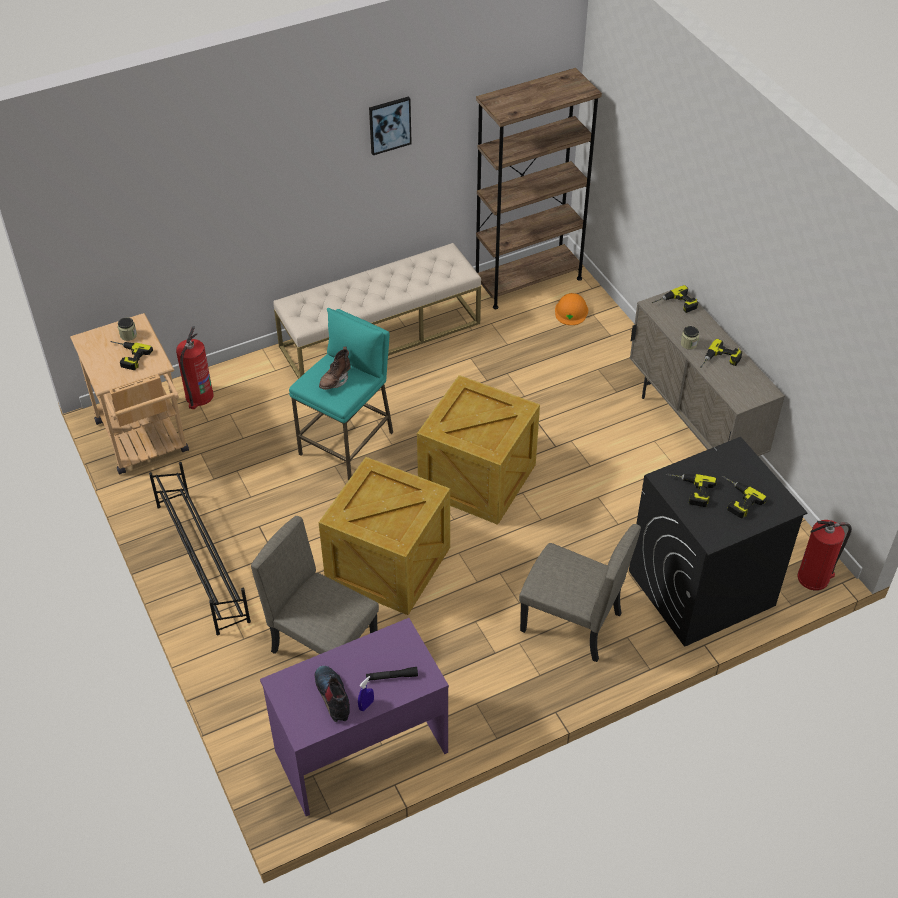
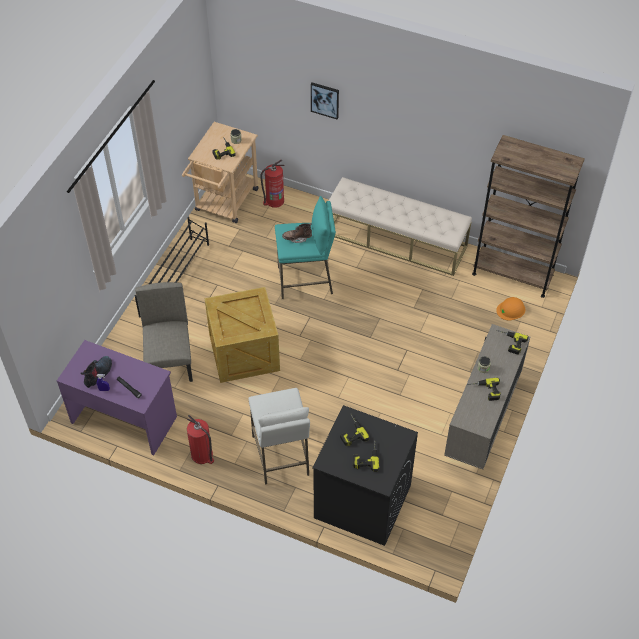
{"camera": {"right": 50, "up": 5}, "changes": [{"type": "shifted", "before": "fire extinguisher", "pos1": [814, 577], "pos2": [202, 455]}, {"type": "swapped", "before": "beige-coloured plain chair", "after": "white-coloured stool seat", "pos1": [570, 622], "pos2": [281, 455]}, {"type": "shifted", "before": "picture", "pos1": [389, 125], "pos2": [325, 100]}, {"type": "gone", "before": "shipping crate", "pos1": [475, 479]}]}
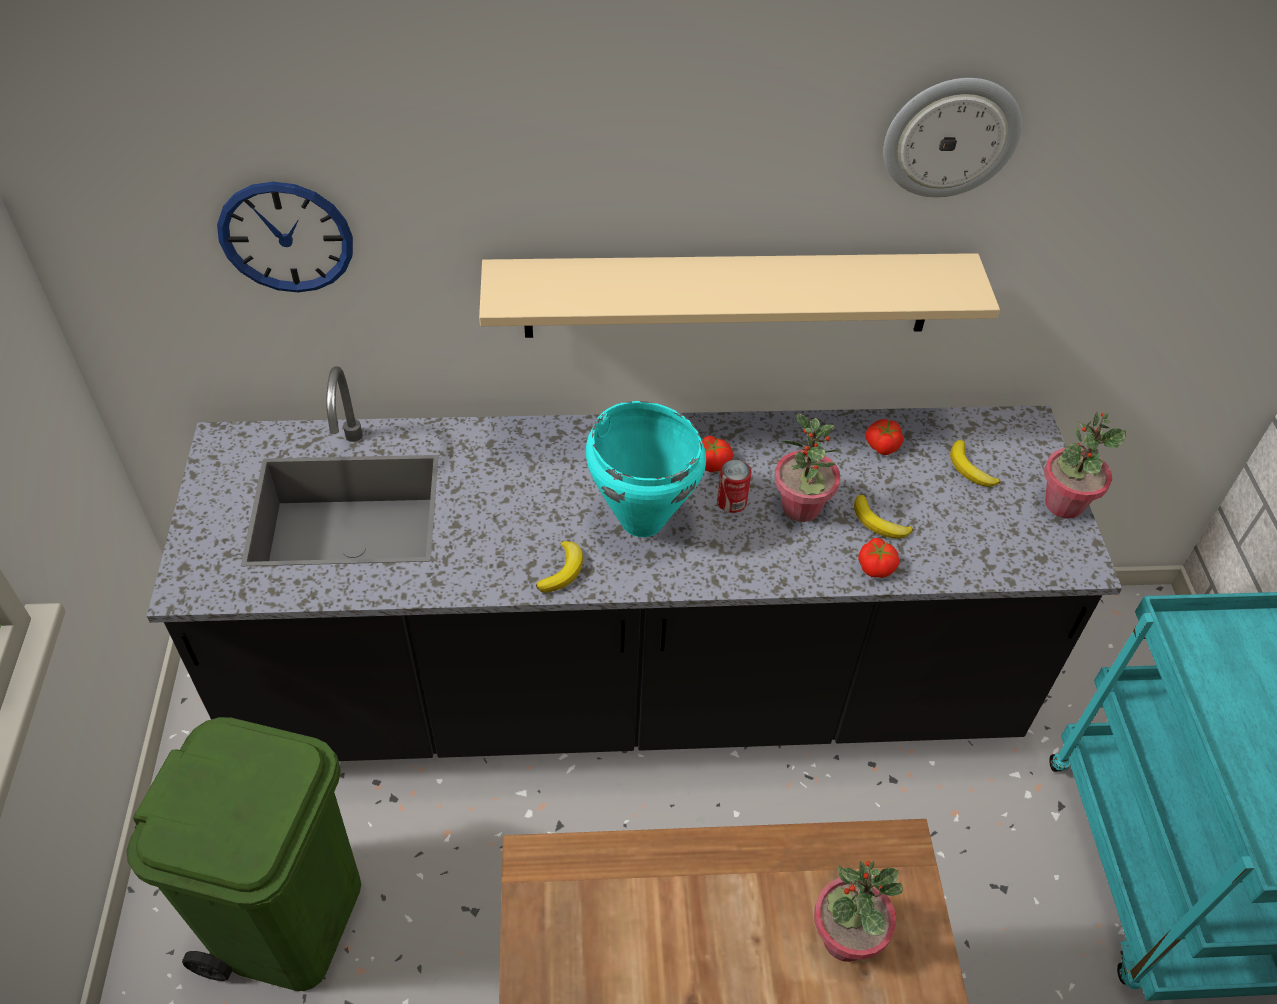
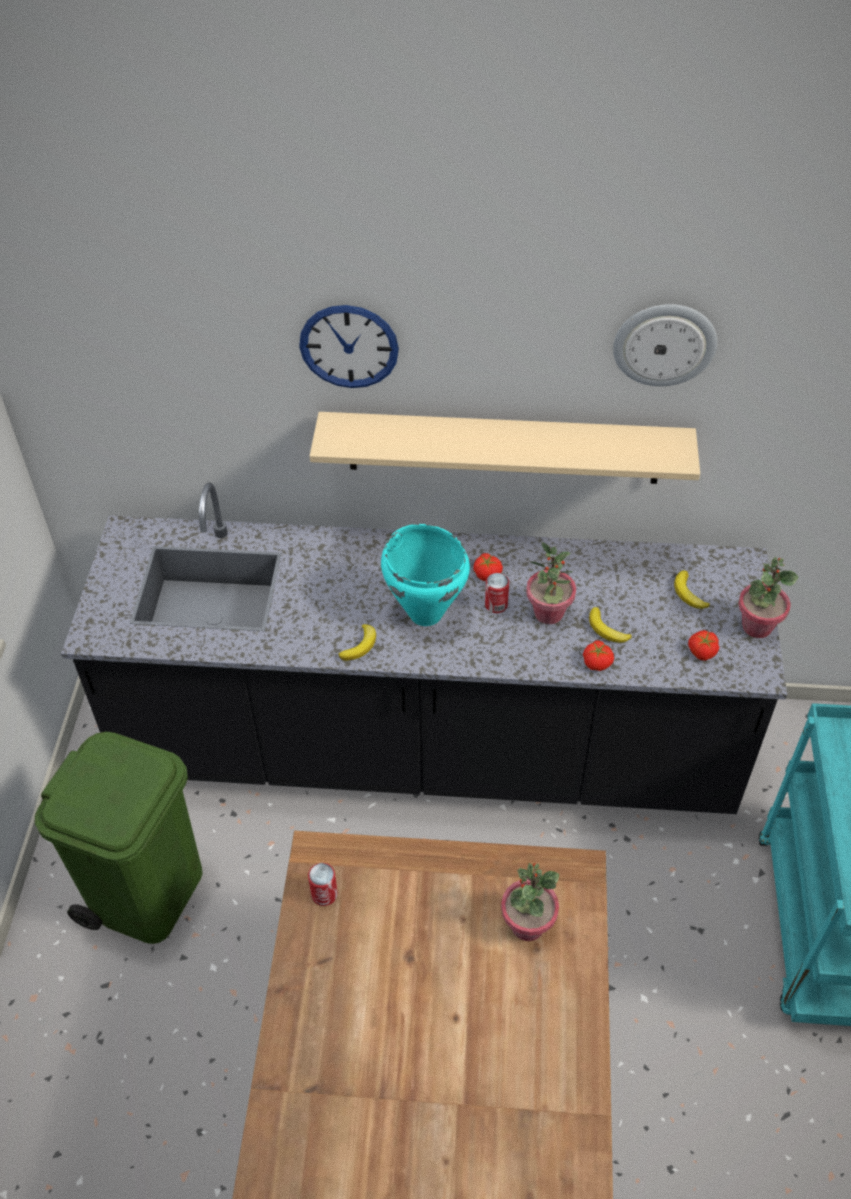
{"camera": {"right": 10, "up": 0}, "changes": [{"type": "shifted", "before": "clock on the wall", "pos1": [286, 237], "pos2": [349, 346]}, {"type": "new", "after": "sealed can", "pos2": [324, 894]}, {"type": "shifted", "before": "fresh tomato", "pos1": [882, 445], "pos2": [701, 651]}]}
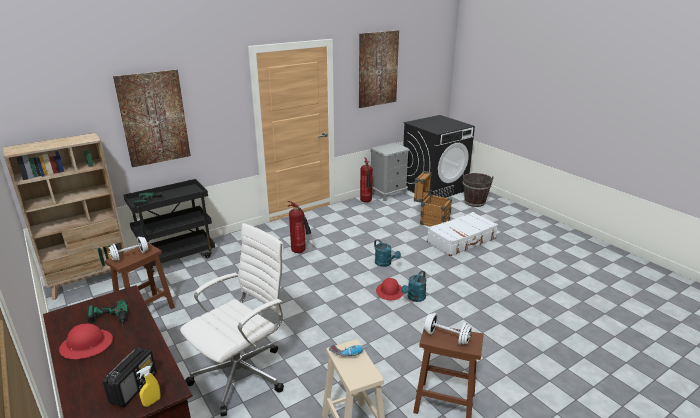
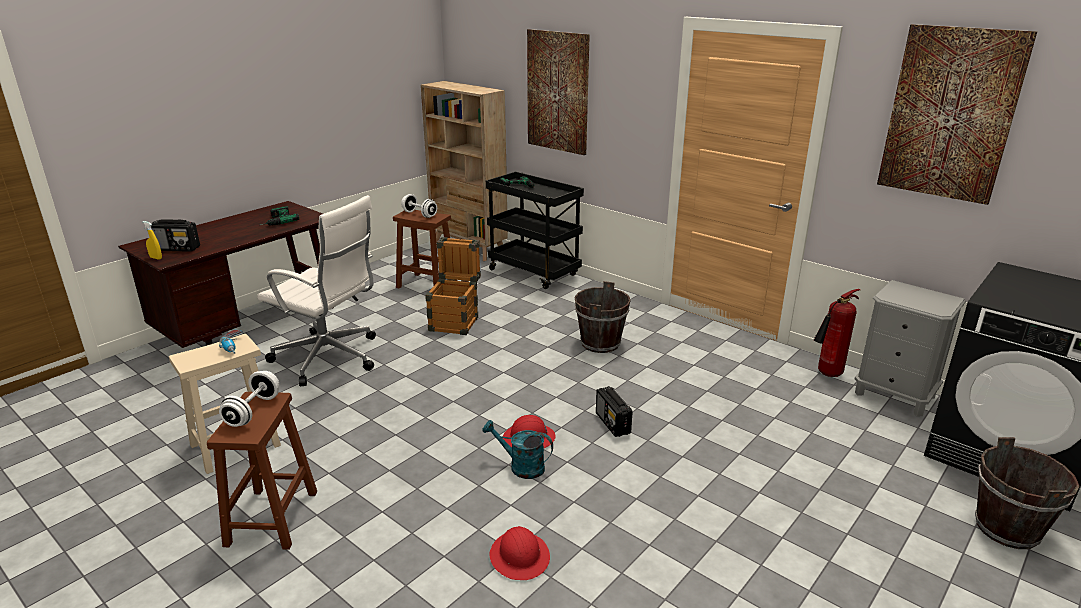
{"camera": {"right": 75, "up": 0}, "changes": [{"type": "shifted", "before": "shipping crate", "pos1": [431, 221], "pos2": [456, 321]}, {"type": "shifted", "before": "red-coloured work helmet", "pos1": [87, 345], "pos2": [520, 556]}, {"type": "swapped", "before": "fire extinguisher", "after": "brown pail", "pos1": [300, 251], "pos2": [600, 343]}, {"type": "swapped", "before": "turquoise-coloured sprinkling can", "after": "radio receiver", "pos1": [385, 263], "pos2": [613, 424]}, {"type": "gone", "before": "white-coloured travel case", "pos1": [462, 240]}]}
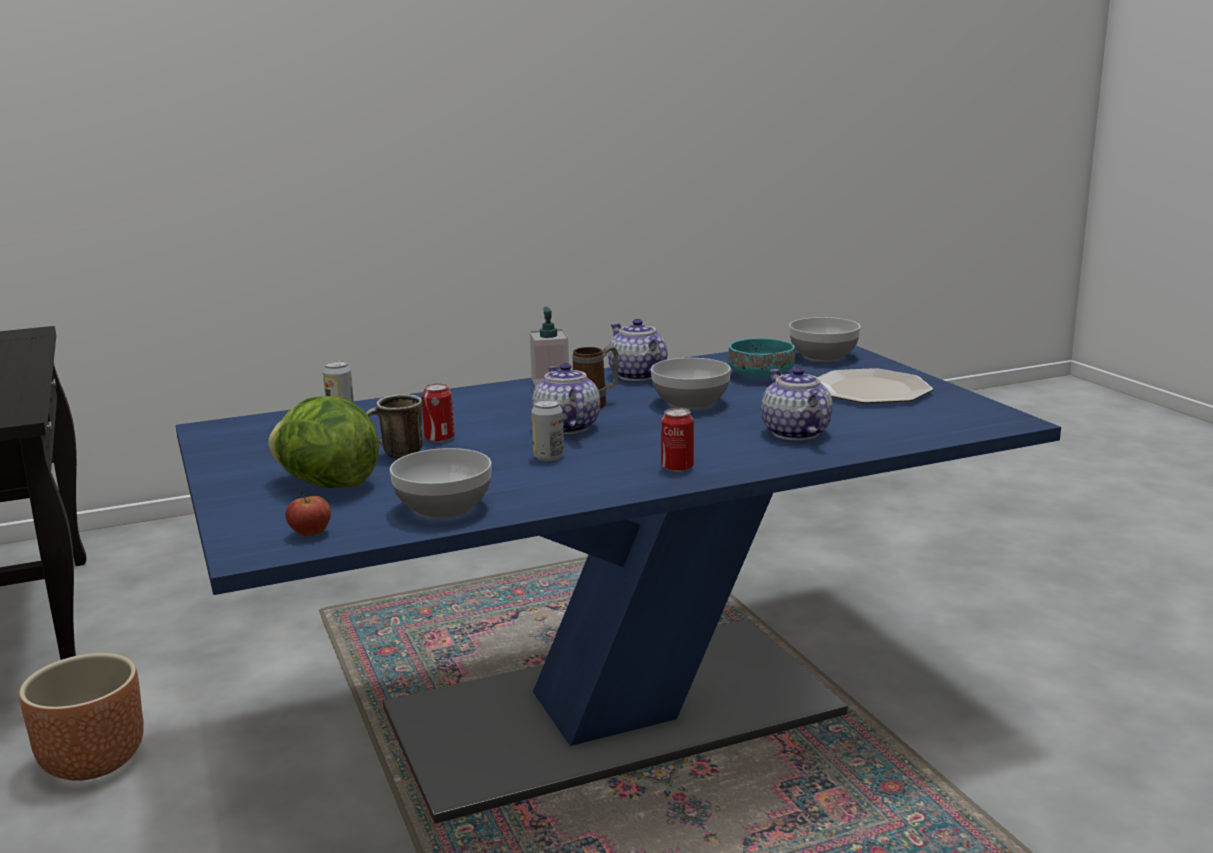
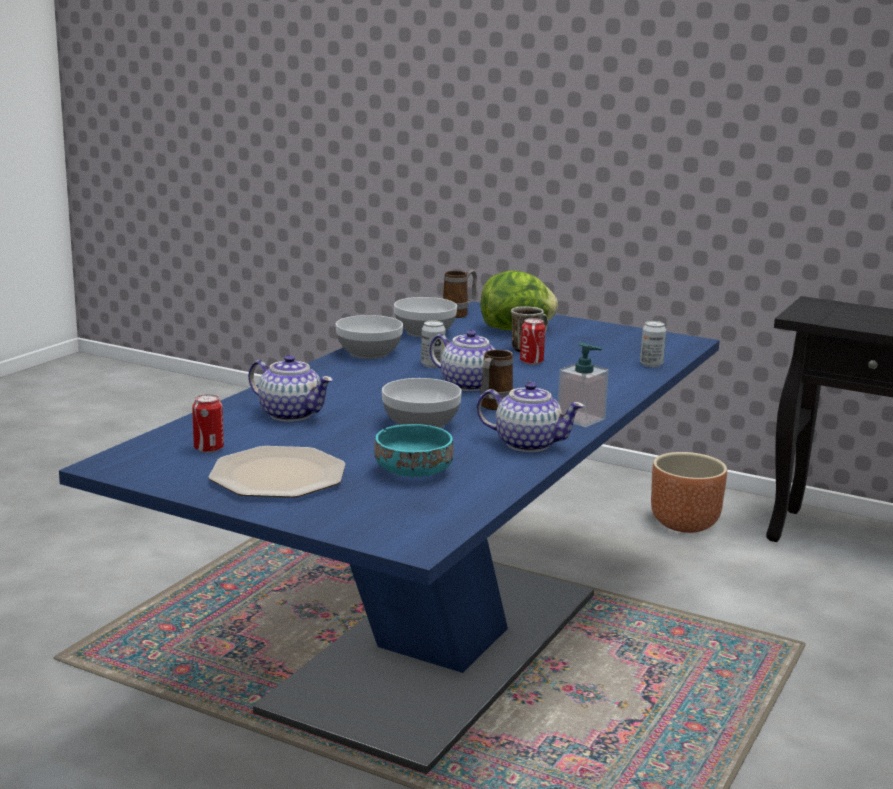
{"camera": {"right": 140, "up": 0}, "changes": [{"type": "shifted", "before": "sealed can", "pos1": [677, 467], "pos2": [208, 448]}, {"type": "shifted", "before": "serving bowl", "pos1": [824, 356], "pos2": [368, 353]}, {"type": "swapped", "before": "apple", "after": "tea mug", "pos1": [310, 533], "pos2": [459, 314]}]}
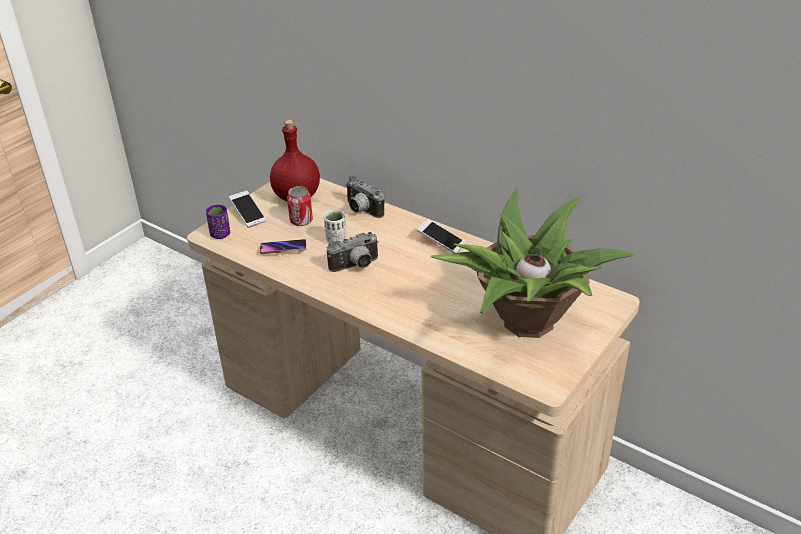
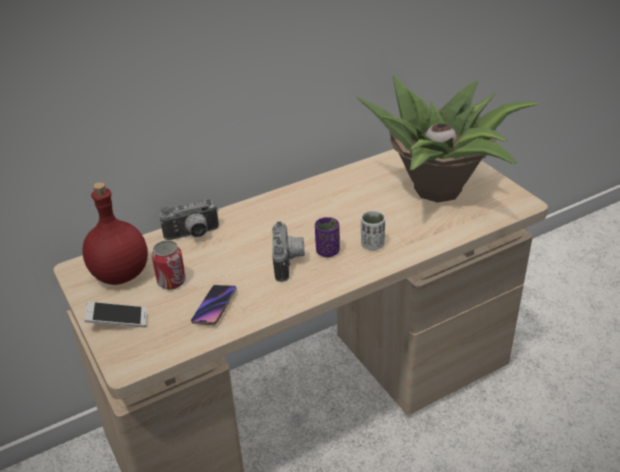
{"camera": {"right": -65, "up": 0}, "changes": [{"type": "shifted", "before": "purple small cup", "pos1": [220, 234], "pos2": [327, 251]}, {"type": "shifted", "before": "white-coloured small cup", "pos1": [336, 240], "pos2": [372, 244]}, {"type": "gone", "before": "phone", "pos1": [441, 242]}]}
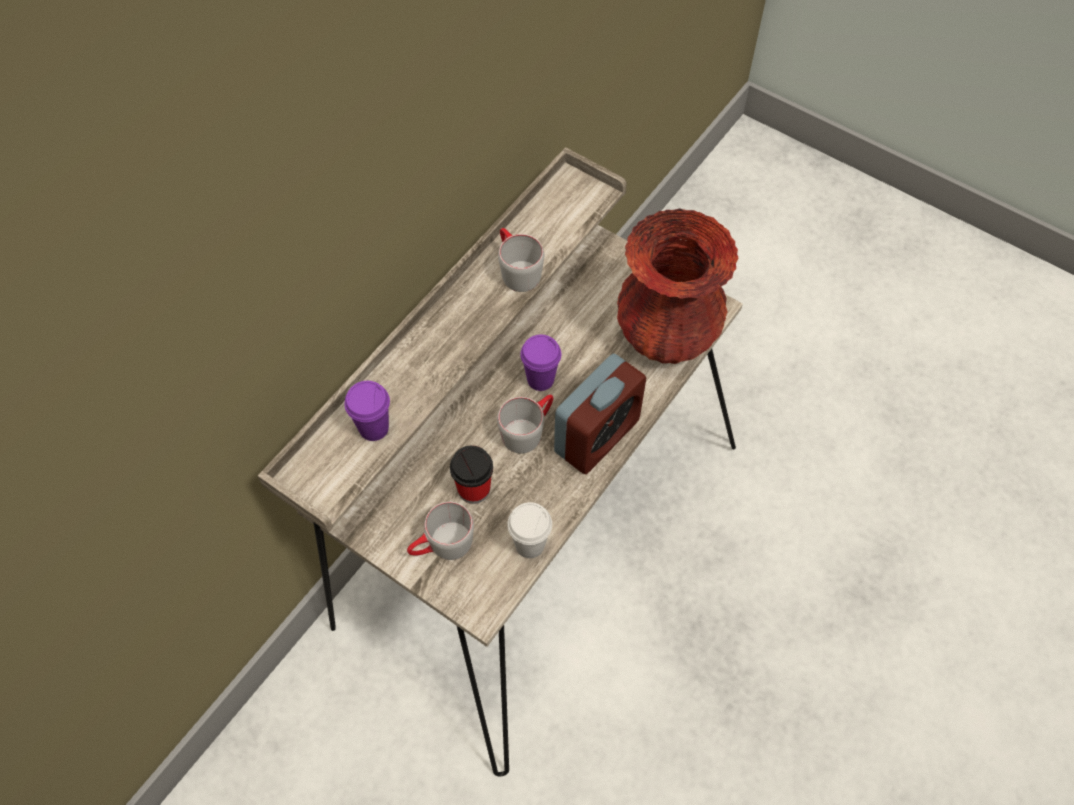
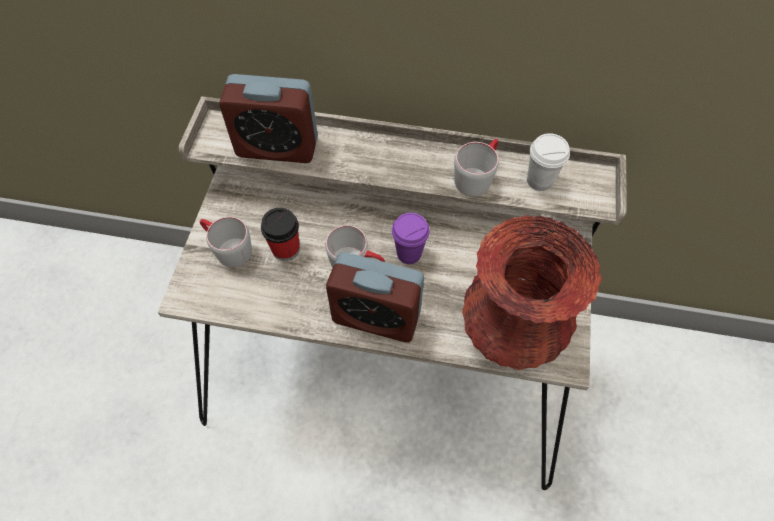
{"camera": {"right": 65, "up": 0}, "changes": [{"type": "swapped", "before": "purple small cup", "after": "table clock", "pos1": [374, 428], "pos2": [277, 147]}, {"type": "shifted", "before": "white-coloured small cup", "pos1": [530, 544], "pos2": [539, 181]}]}
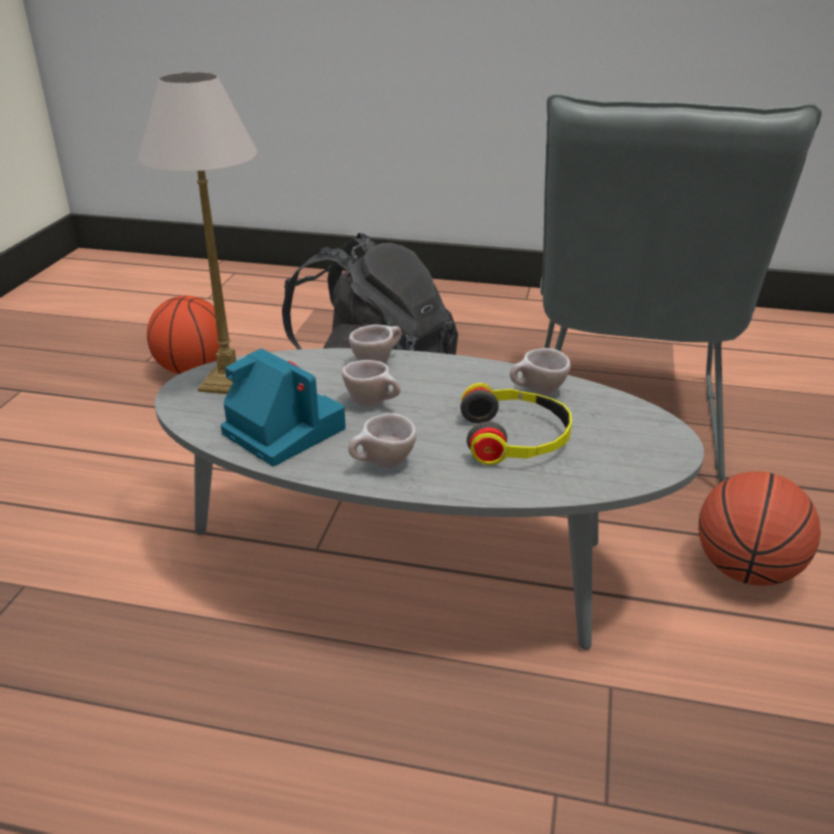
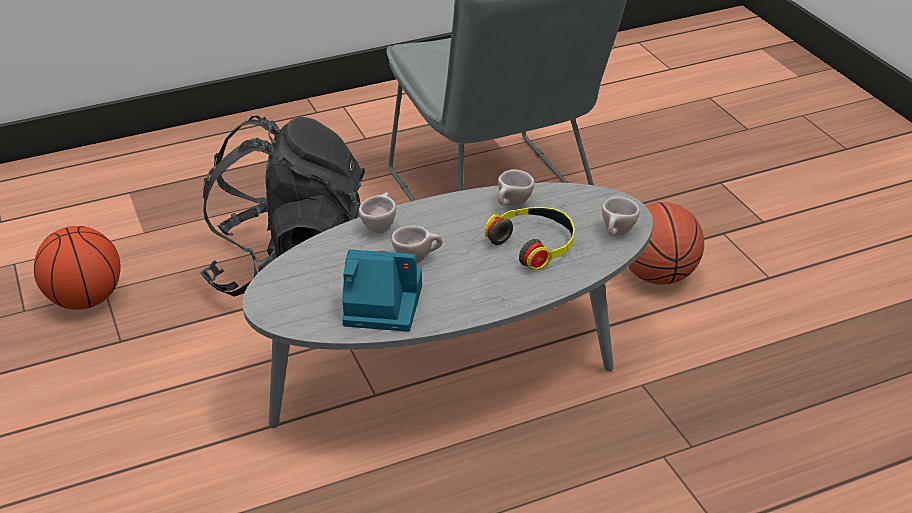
{"camera": {"right": -35, "up": 5}, "changes": [{"type": "shifted", "before": "beige-coloured small cup", "pos1": [382, 465], "pos2": [617, 234]}, {"type": "gone", "before": "table lamp", "pos1": [230, 381]}]}
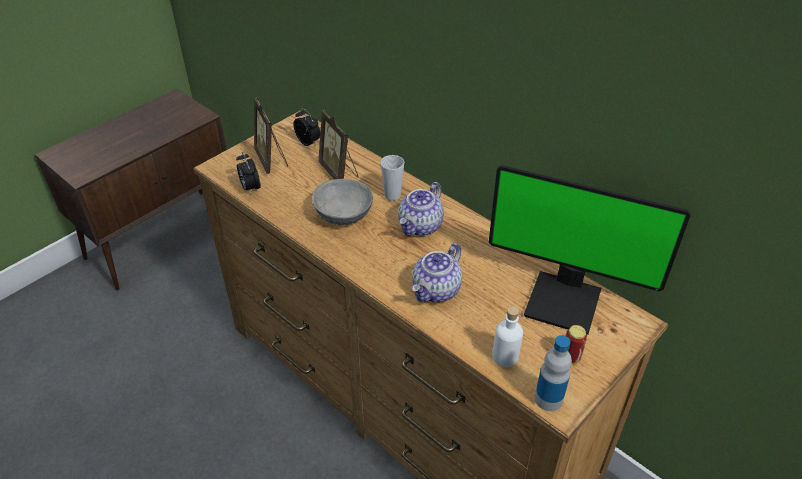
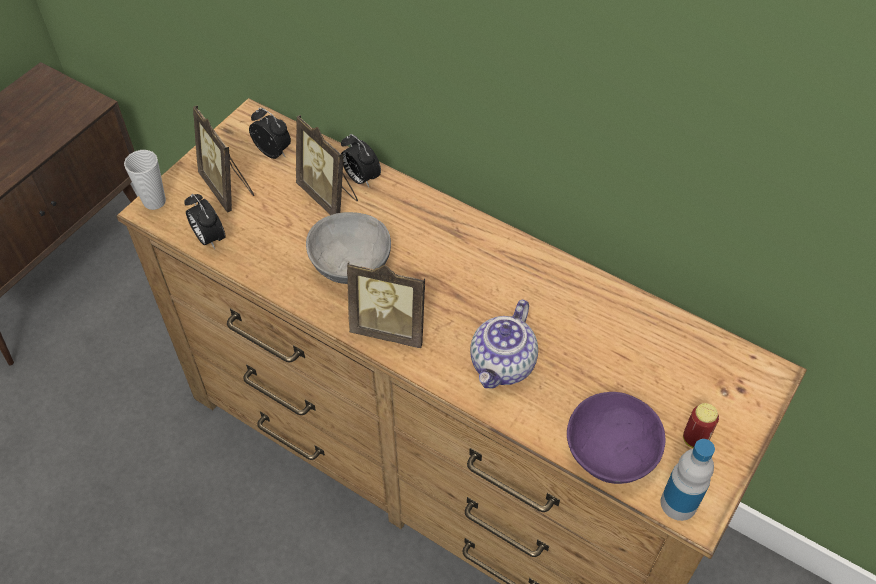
{"camera": {"right": -10, "up": 10}, "changes": [{"type": "shifted", "before": "small cup", "pos1": [392, 195], "pos2": [154, 201]}, {"type": "new", "after": "table clock", "pos2": [361, 178]}, {"type": "new", "after": "photo frame", "pos2": [390, 328]}, {"type": "swapped", "before": "white-coloured beverage bottle", "after": "purple serving bowl", "pos1": [505, 356], "pos2": [612, 450]}, {"type": "gone", "before": "teapot", "pos1": [421, 226]}, {"type": "gone", "before": "computer screen", "pos1": [564, 301]}]}
